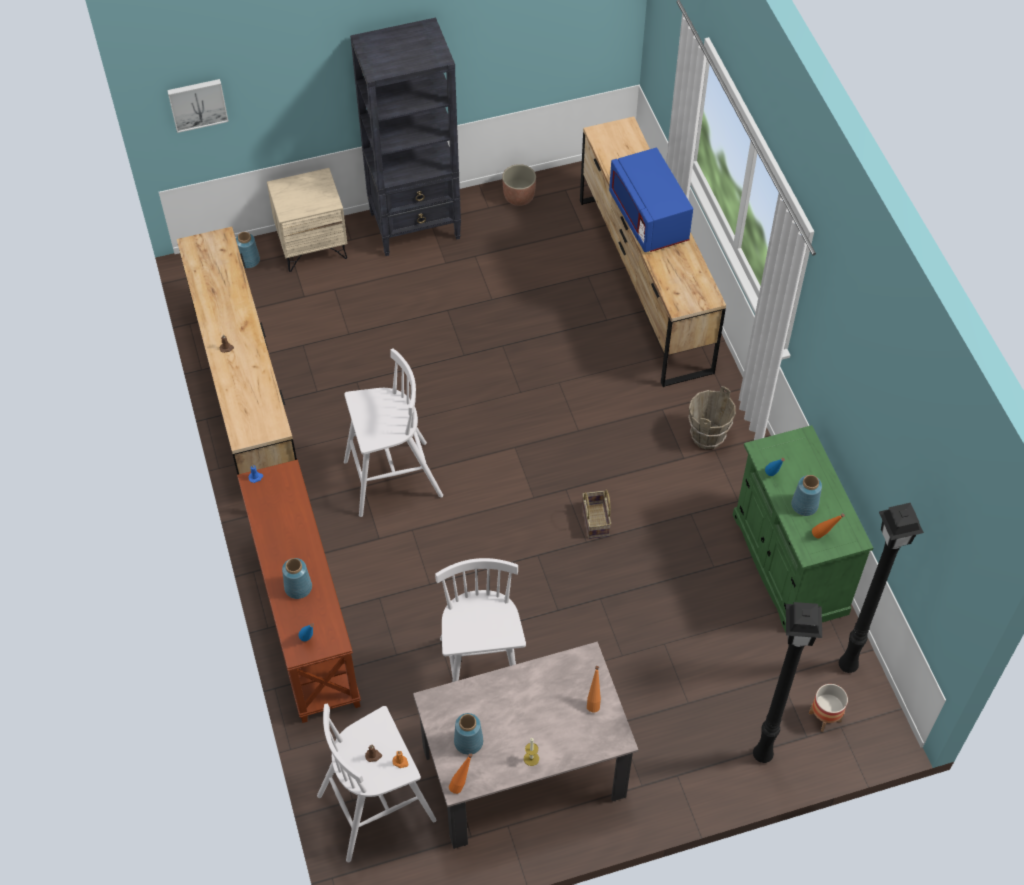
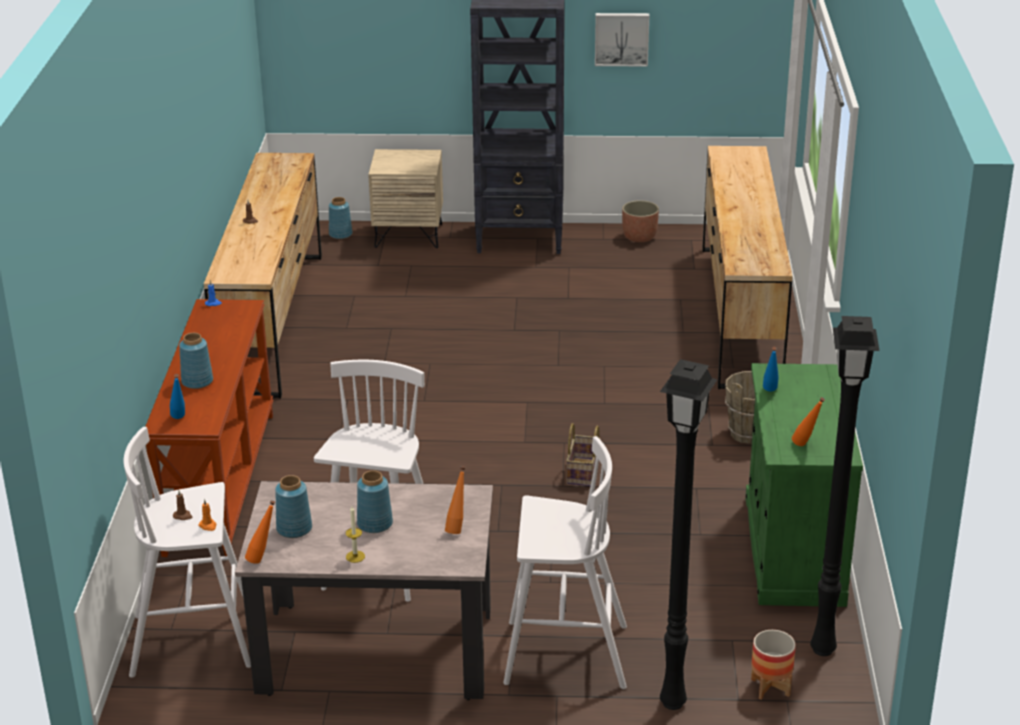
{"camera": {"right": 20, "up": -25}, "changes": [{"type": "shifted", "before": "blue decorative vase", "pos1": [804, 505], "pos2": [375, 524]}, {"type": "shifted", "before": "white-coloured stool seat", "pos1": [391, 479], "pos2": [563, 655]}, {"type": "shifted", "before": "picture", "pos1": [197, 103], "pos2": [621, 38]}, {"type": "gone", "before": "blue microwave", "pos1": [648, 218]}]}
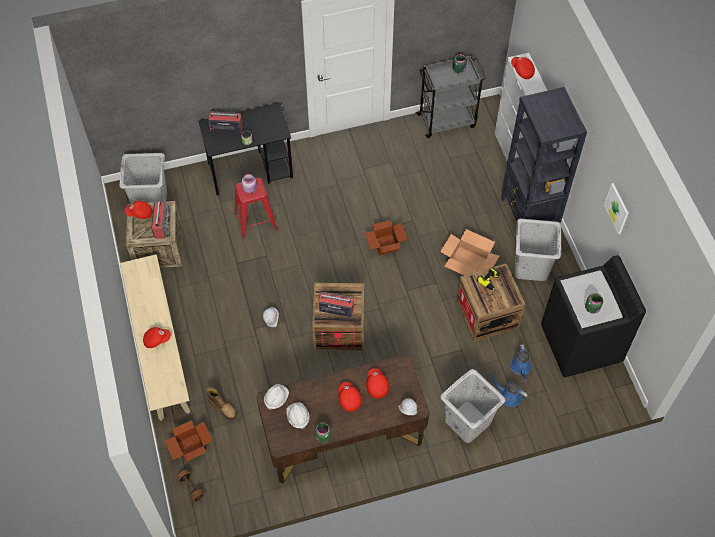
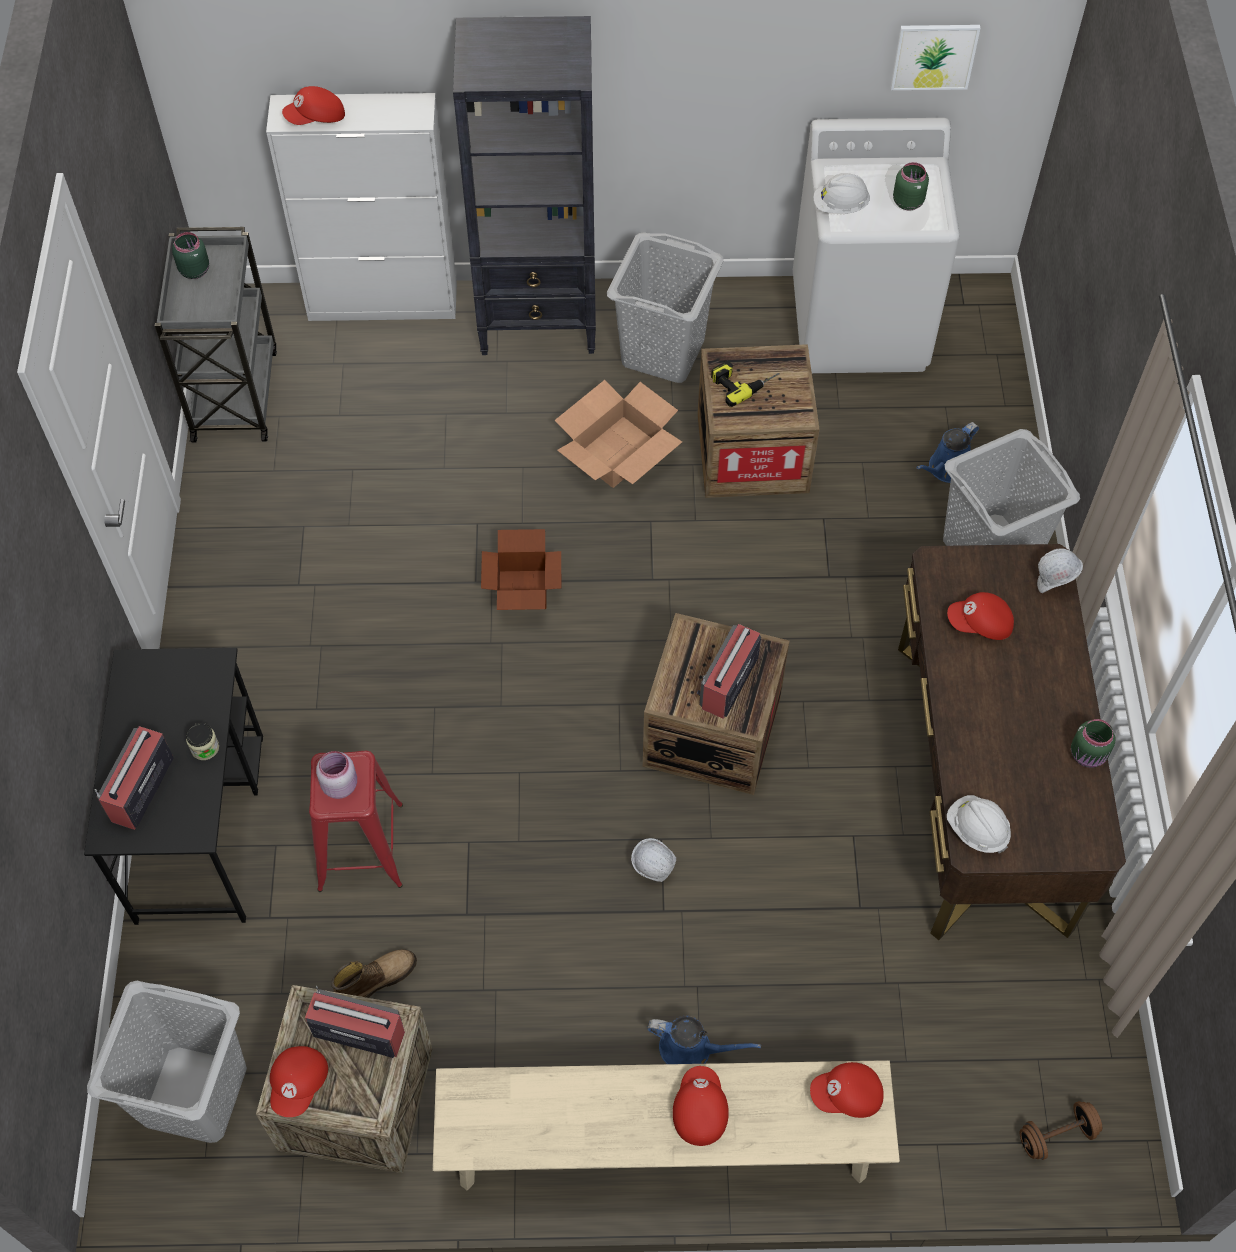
{"camera": {"right": -75, "up": 0}, "changes": [{"type": "shifted", "before": "tall boot", "pos1": [223, 407], "pos2": [375, 980]}, {"type": "shifted", "before": "blue sprinkling can", "pos1": [520, 368], "pos2": [691, 1049]}, {"type": "repainted", "before": "black washing machine", "after": "white-coloured washing machine", "pos1": [581, 344], "pos2": [860, 324]}, {"type": "shifted", "before": "red-coloured peaked cap", "pos1": [348, 399], "pos2": [847, 1096]}, {"type": "shifted", "before": "white-coloured work helmet", "pos1": [298, 417], "pos2": [840, 206]}, {"type": "shifted", "before": "picture", "pos1": [617, 208], "pos2": [934, 56]}, {"type": "gone", "before": "cardboard box", "pos1": [190, 447]}]}
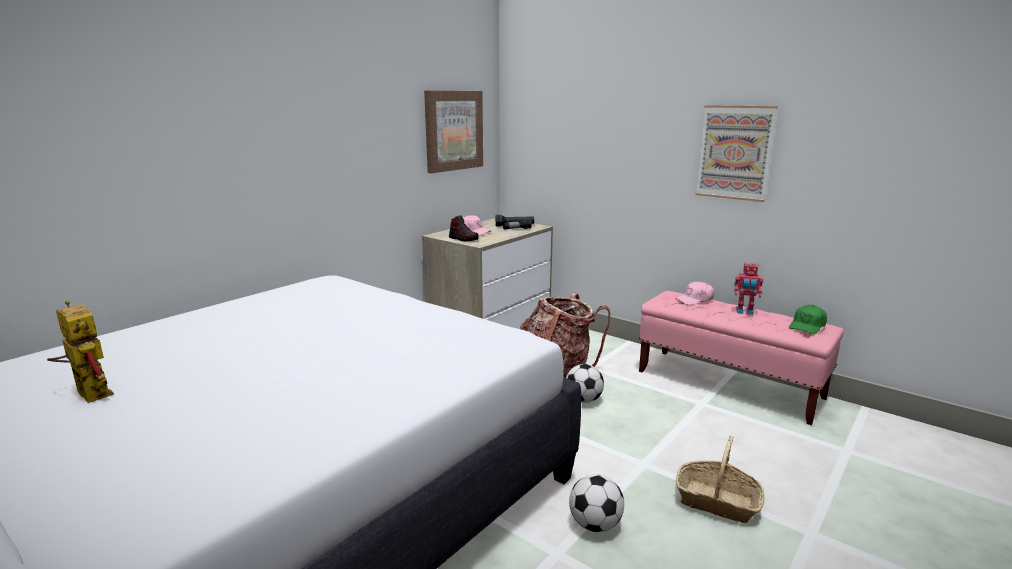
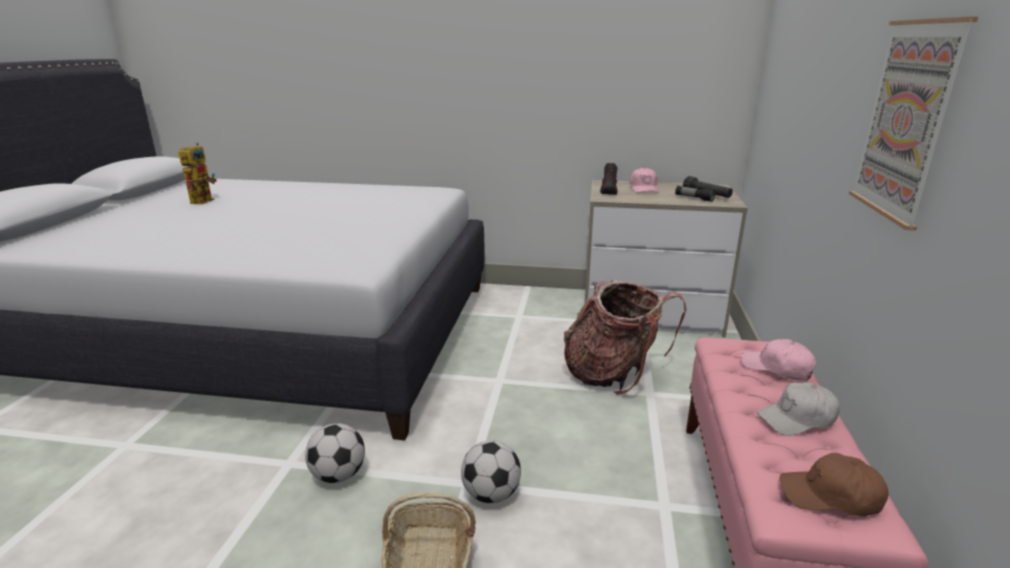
{"camera": {"right": 60, "up": 5}, "changes": [{"type": "shifted", "before": "football", "pos1": [583, 400], "pos2": [491, 494]}, {"type": "swapped", "before": "model robot", "after": "white-coloured peaked cap", "pos1": [744, 312], "pos2": [797, 419]}, {"type": "repainted", "before": "green peaked cap", "after": "brown peaked cap", "pos1": [807, 326], "pos2": [830, 496]}, {"type": "gone", "before": "picture", "pos1": [453, 130]}]}
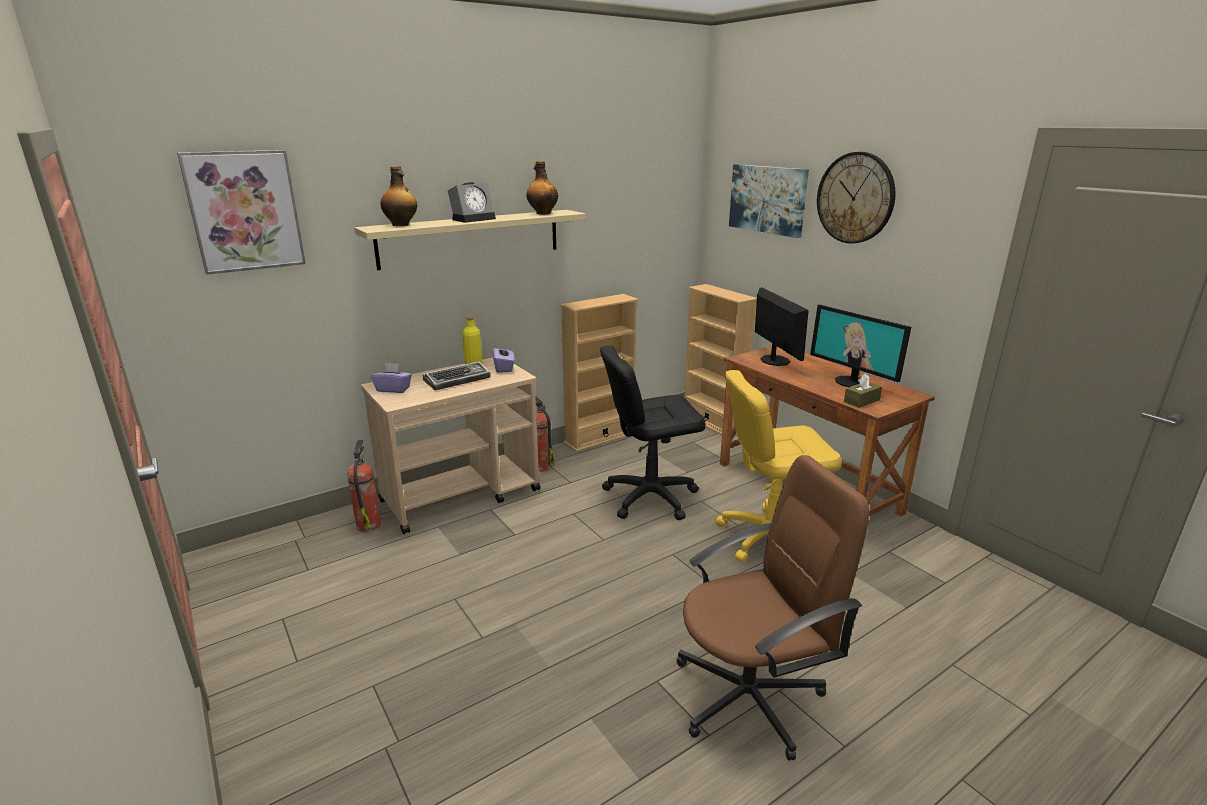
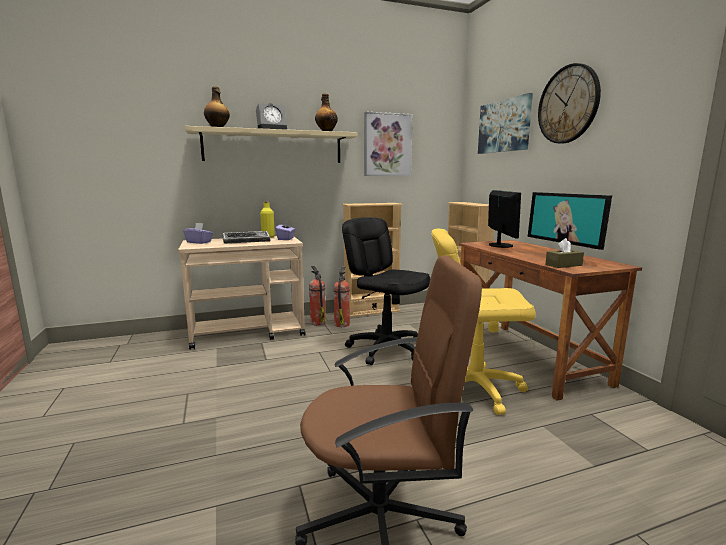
{"camera": {"right": 15, "up": -10}, "changes": [{"type": "shifted", "before": "fire extinguisher", "pos1": [369, 524], "pos2": [342, 324]}, {"type": "rotated", "before": "black computer chair", "pos1": [650, 497], "pos2": [386, 349], "turn": 45}, {"type": "shifted", "before": "picture", "pos1": [244, 211], "pos2": [387, 145]}]}
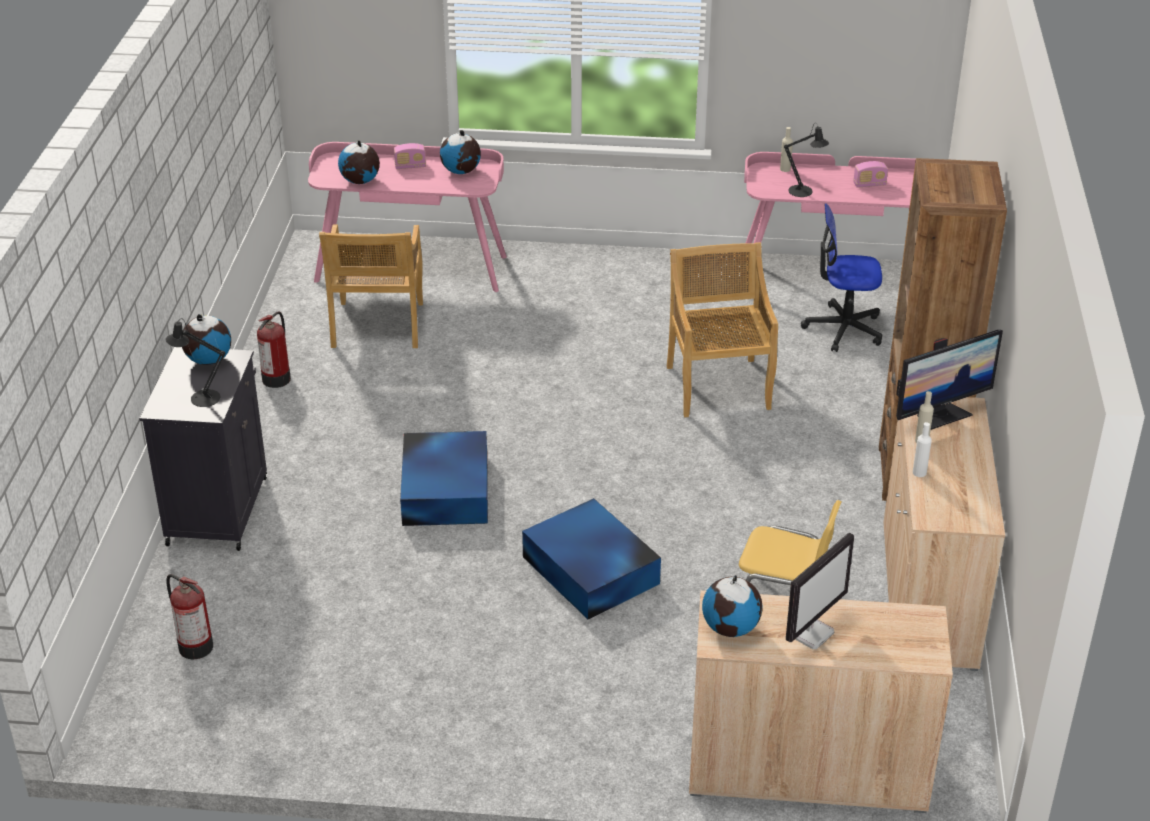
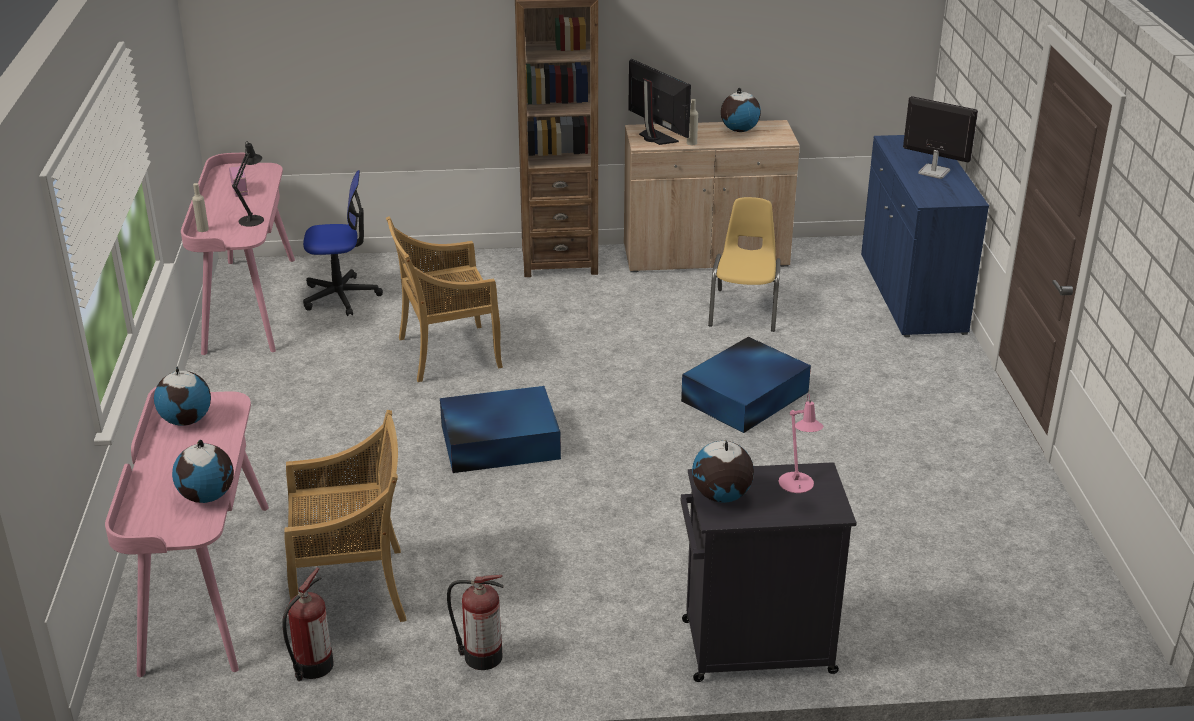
{"camera": {"right": -100, "up": -5}, "changes": [{"type": "shifted", "before": "fire extinguisher", "pos1": [194, 646], "pos2": [312, 667]}, {"type": "rotated", "before": "computer chair", "pos1": [843, 329], "pos2": [341, 296], "turn": -90}, {"type": "shifted", "before": "blue storage container", "pos1": [446, 489], "pos2": [498, 441]}, {"type": "shifted", "before": "world globe", "pos1": [731, 628], "pos2": [739, 130]}, {"type": "repainted", "before": "black table lamp", "after": "pinkish table lamp", "pos1": [201, 398], "pos2": [797, 486]}, {"type": "repainted", "before": "beige-coloured cupboard", "after": "blue cupboard", "pos1": [807, 769], "pos2": [911, 294]}, {"type": "gone", "before": "radio receiver", "pos1": [410, 166]}, {"type": "gone", "before": "white-coloured beverage bottle", "pos1": [919, 472]}]}
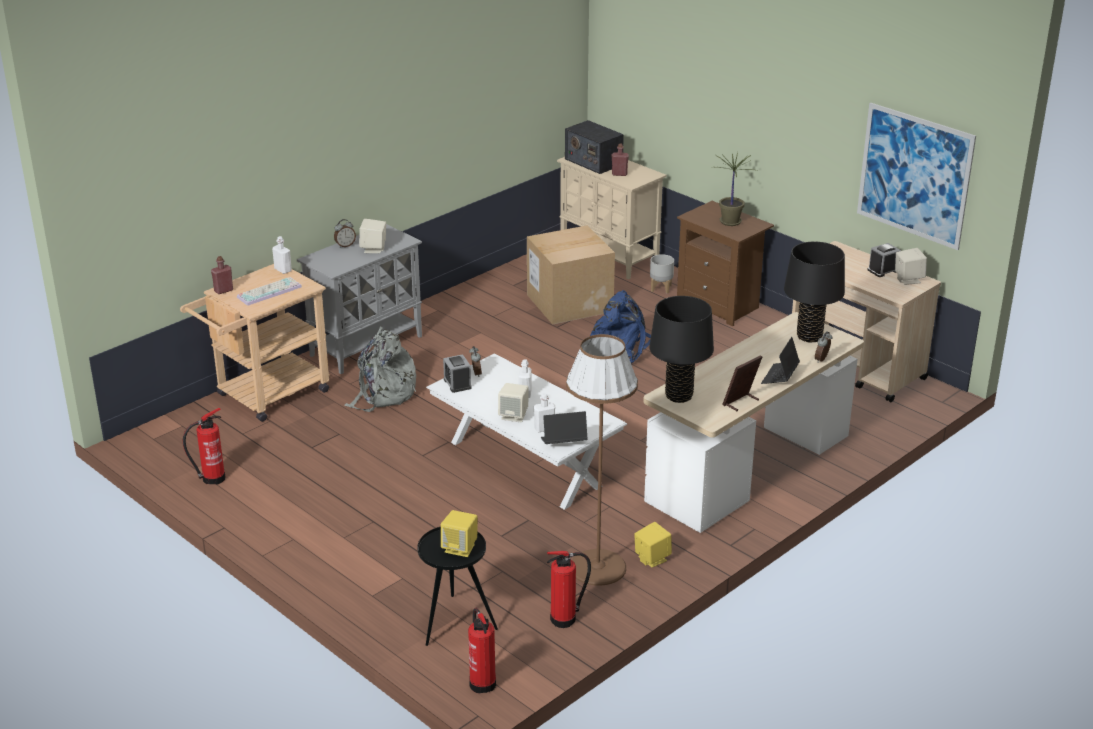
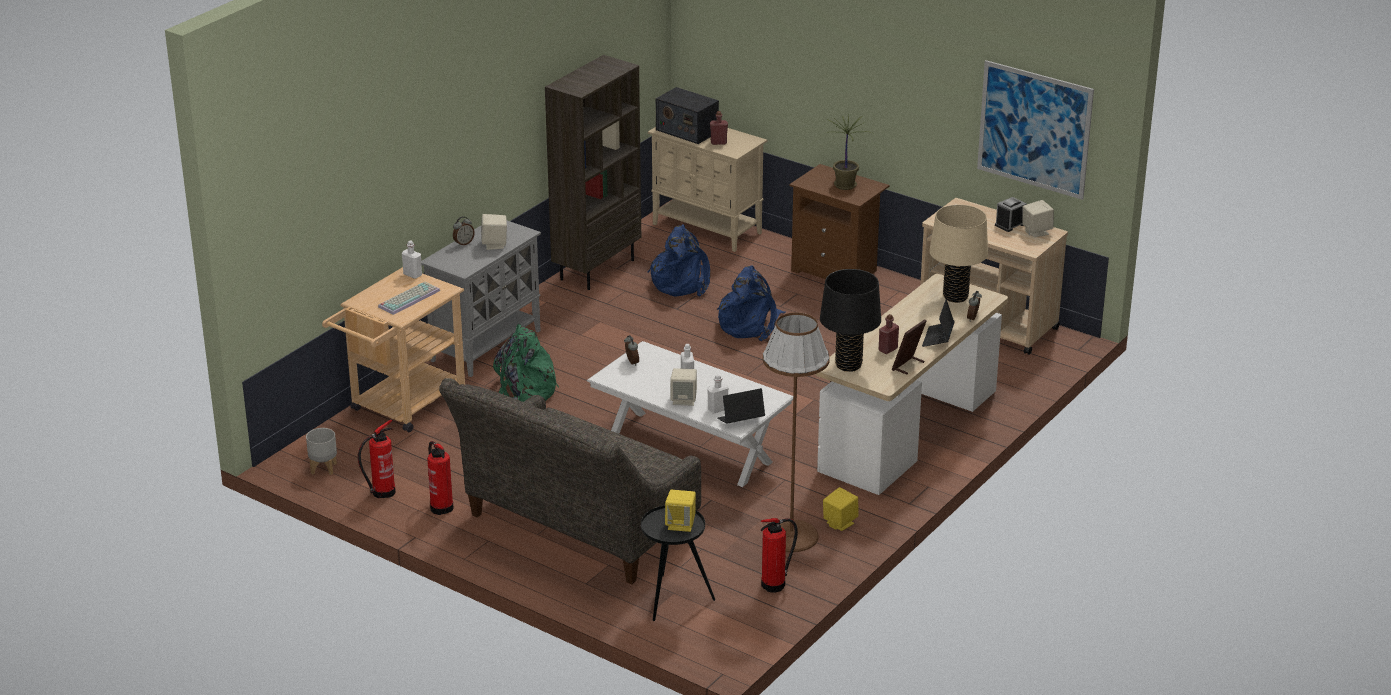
{"camera": {"right": -10, "up": 0}, "changes": [{"type": "shifted", "before": "gray planter", "pos1": [661, 288], "pos2": [323, 468]}, {"type": "shifted", "before": "fire extinguisher", "pos1": [482, 682], "pos2": [441, 507]}, {"type": "new", "after": "gray sofa", "pos2": [574, 530]}, {"type": "repainted", "before": "gray backpack", "after": "green backpack", "pos1": [383, 394], "pos2": [522, 393]}, {"type": "new", "after": "brown bookcase", "pos2": [596, 269]}, {"type": "swapped", "before": "cardboard box", "after": "blue backpack", "pos1": [569, 303], "pos2": [682, 282]}, {"type": "shifted", "before": "red-coloured beverage bottle", "pos1": [223, 290], "pos2": [888, 349]}, {"type": "repainted", "before": "black table lamp", "after": "beige-coloured table lamp", "pos1": [809, 336], "pos2": [955, 297]}, {"type": "gone", "before": "table clock", "pos1": [457, 383]}]}
